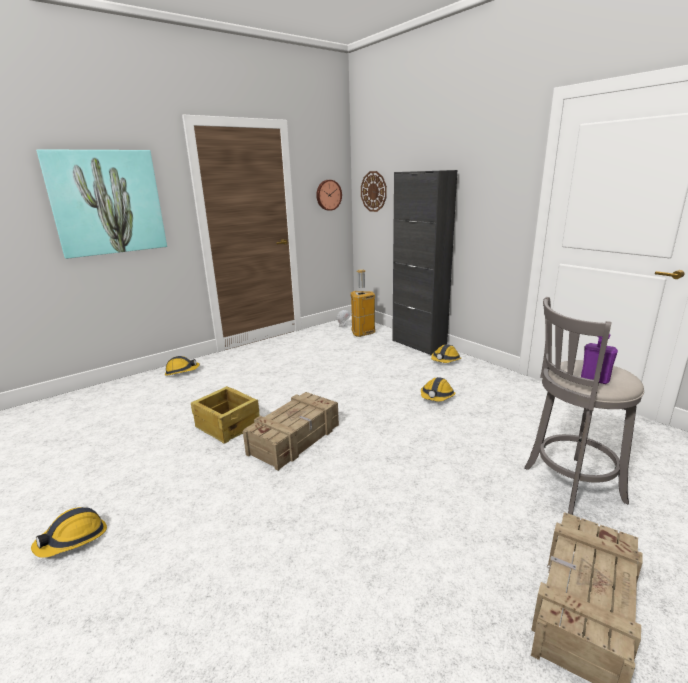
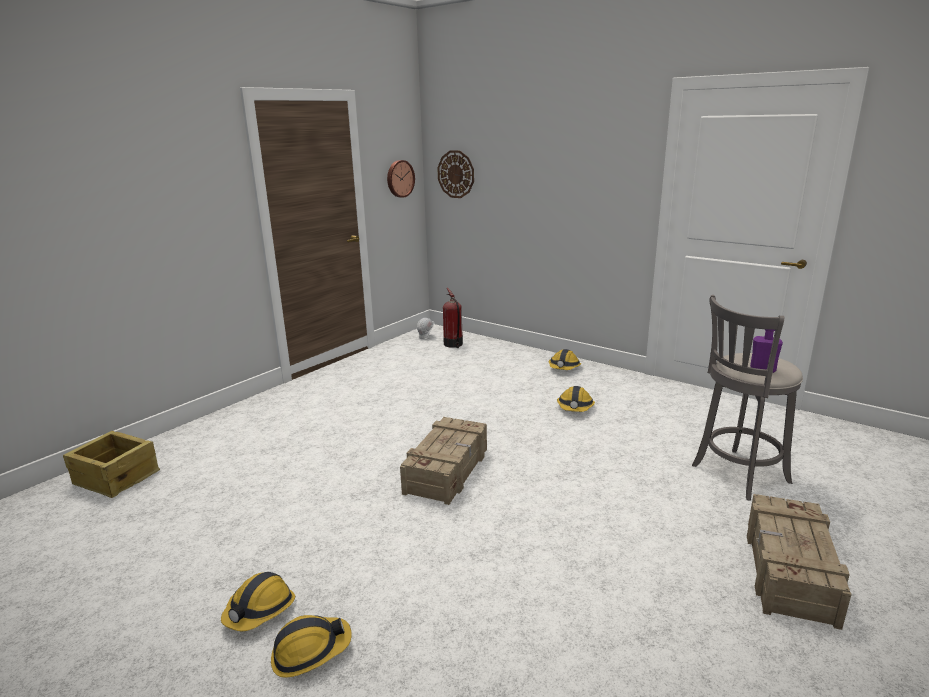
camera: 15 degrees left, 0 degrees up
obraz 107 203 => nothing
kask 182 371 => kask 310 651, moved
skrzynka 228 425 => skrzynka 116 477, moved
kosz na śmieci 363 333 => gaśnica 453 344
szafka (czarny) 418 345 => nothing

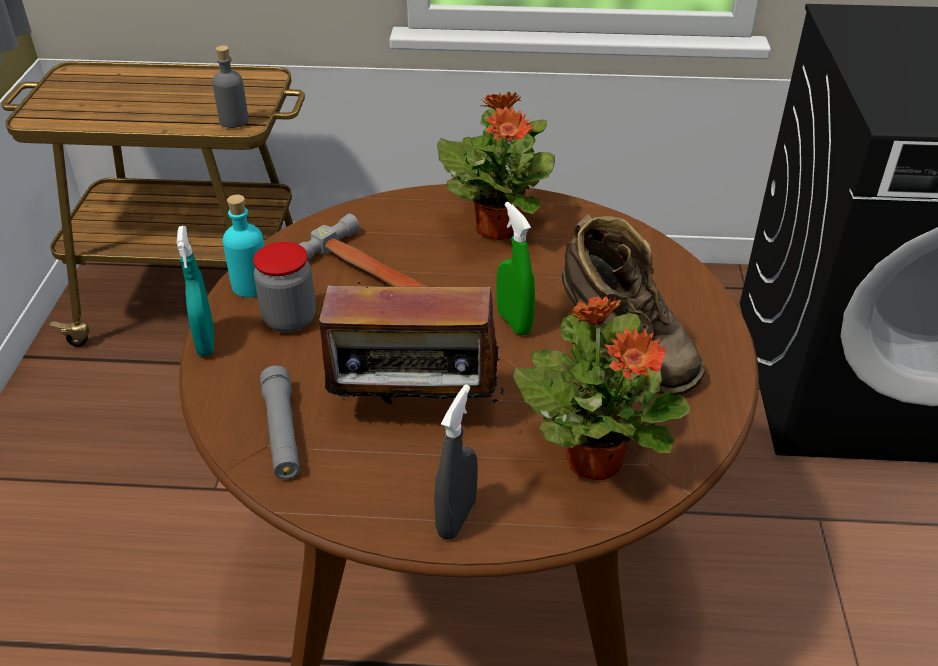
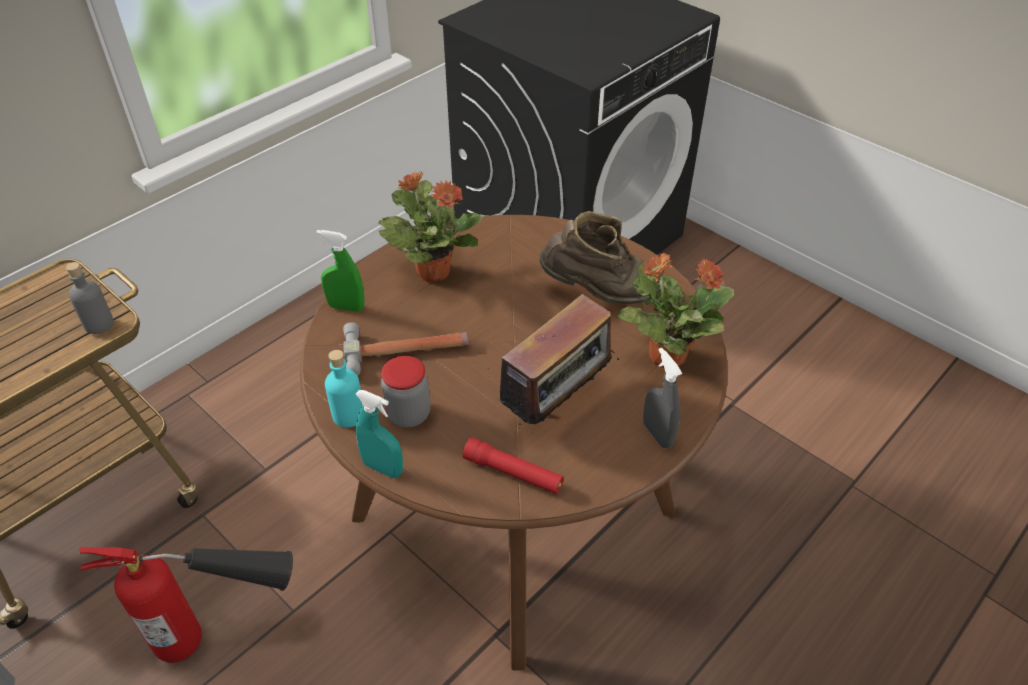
camera: 50 degrees left, 5 degrees up
latarka (szary) 282 432 => latarka (czerwony) 513 473
spryskiwacz (zielony) 514 322 => spryskiwacz (zielony) 346 307, moved
nothing => gaśnica 224 633

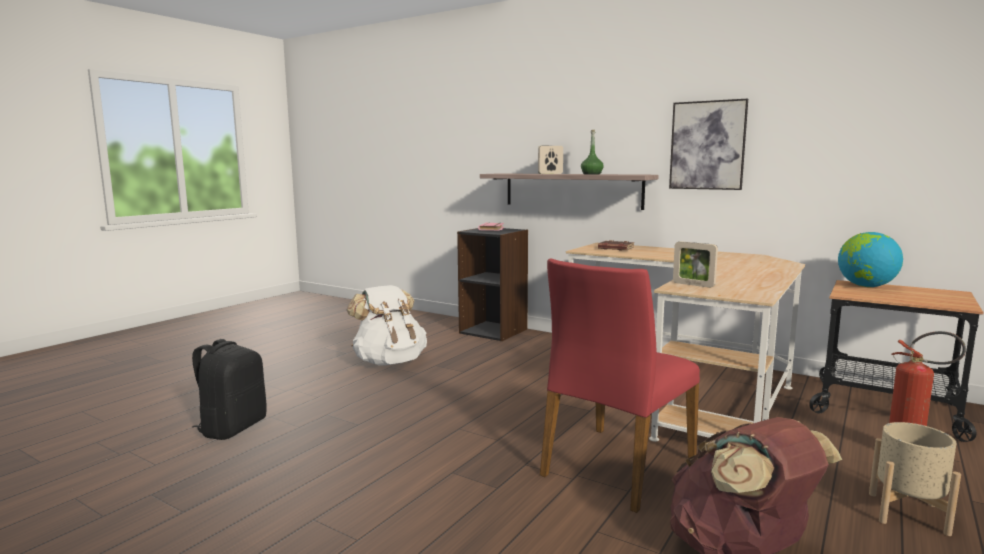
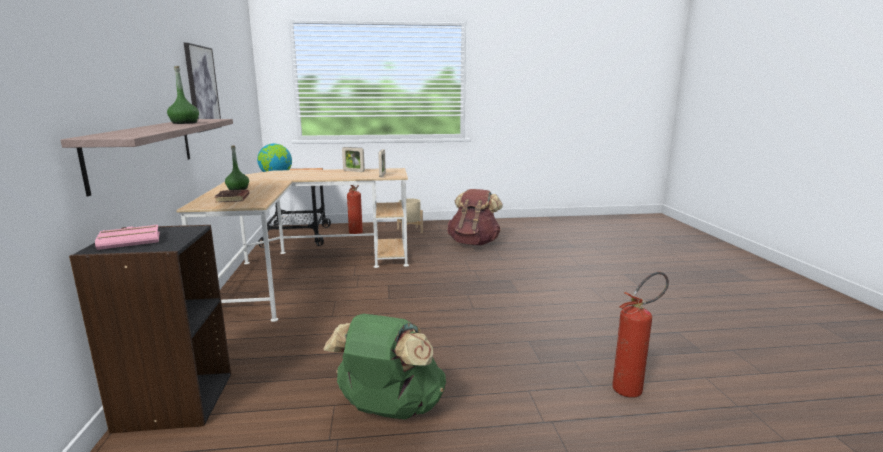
camera: 130 degrees left, 5 degrees up
plecak (czarny) 232 428 => gaśnica 633 388
plecak (biały) 389 362 => plecak (zielony) 389 410
ramka na zdjęcie 550 173 => ramka na zdjęcie 353 171, moved
krzesło (czerwony) 616 467 => nothing
nothing => butelka (zielony) 238 189

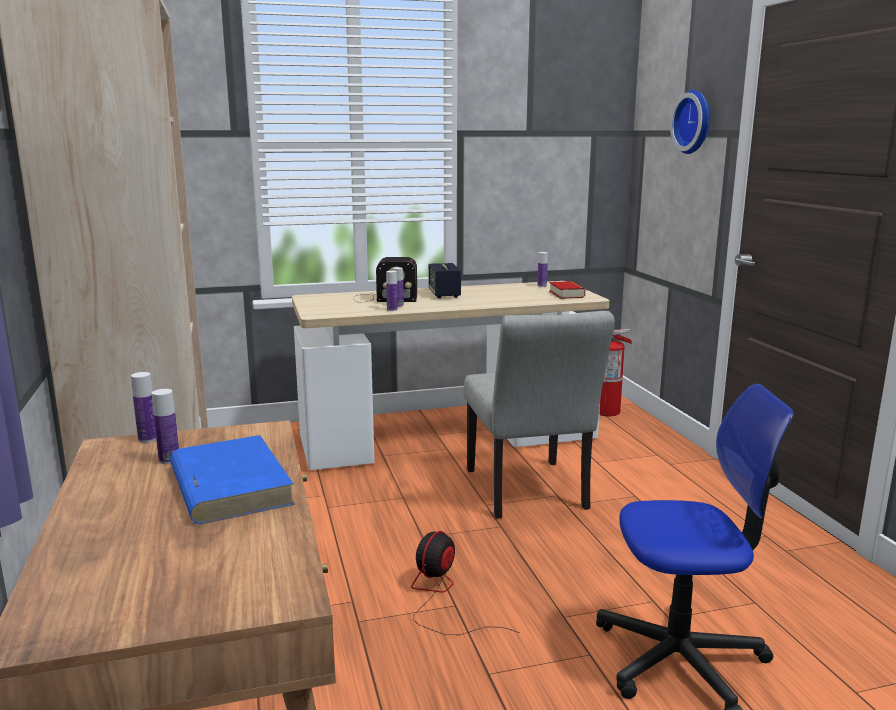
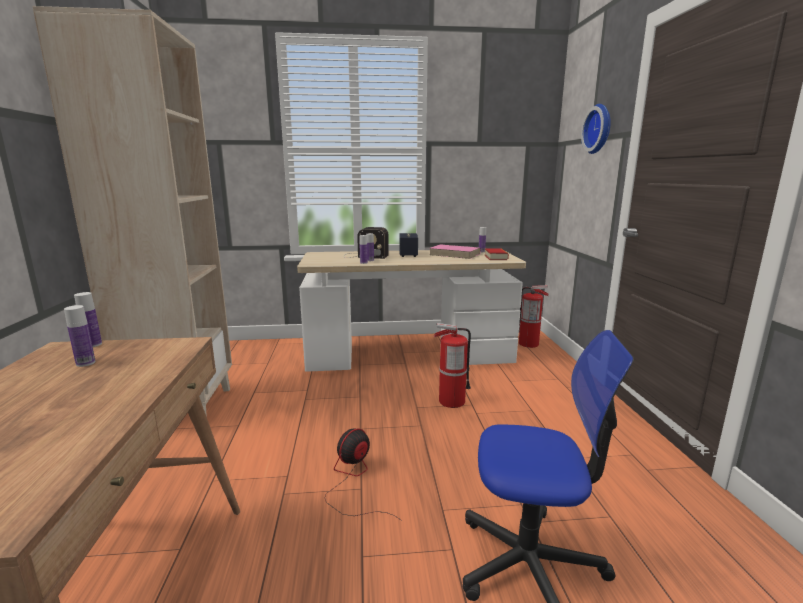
camera: 10 degrees right, 0 degrees up
książka (niebieski) 229 485 => nothing
krzesło (szary) 529 494 => gaśnica 451 401
nothing => książka (różowy) 455 254

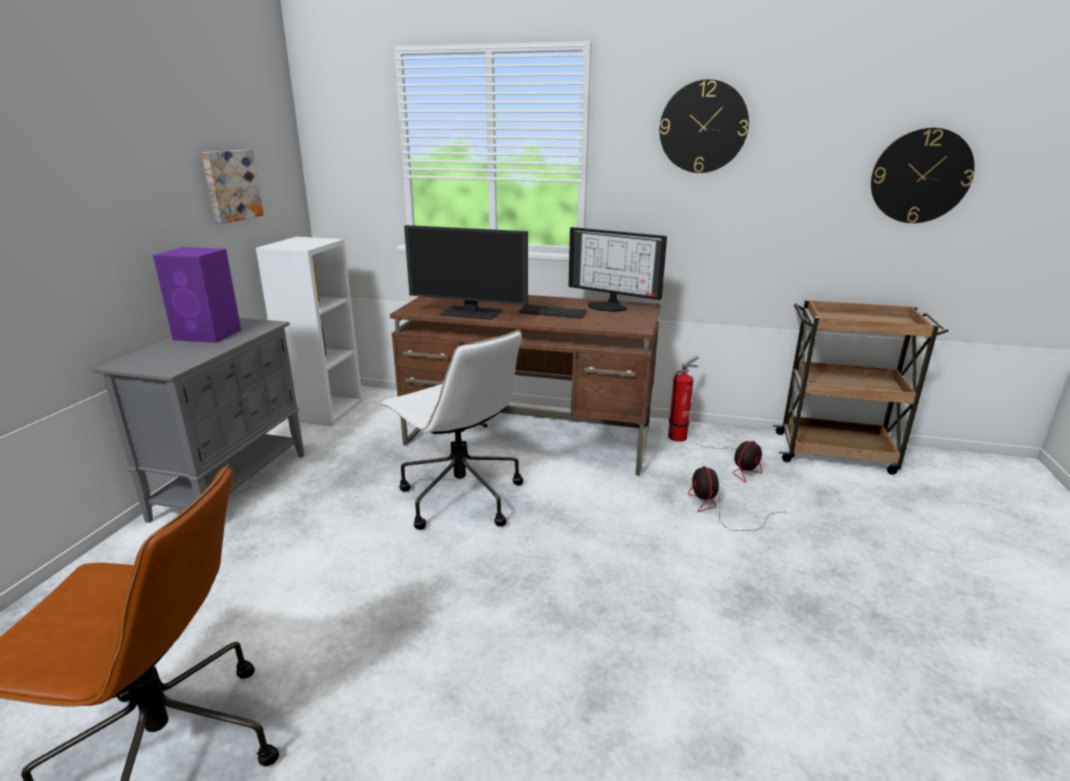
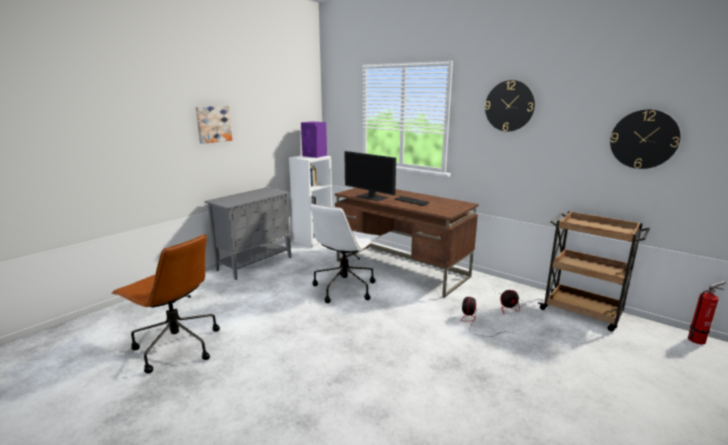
camera: 25 degrees right, 5 degrees down
głośnik (fioletowy) 209 335 => głośnik (fioletowy) 315 155, moved
obraz 231 185 => obraz 213 124, moved
krzesło biurowe (biały) 459 497 => krzesło biurowe (biały) 345 288, 45 degrees clockwise
monitor 609 306 => nothing
gaśnica 679 436 => gaśnica 698 339, moved

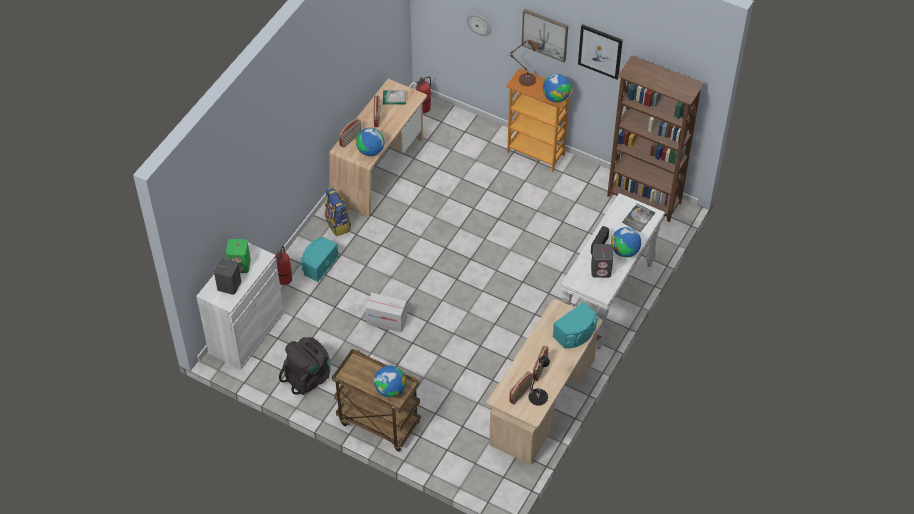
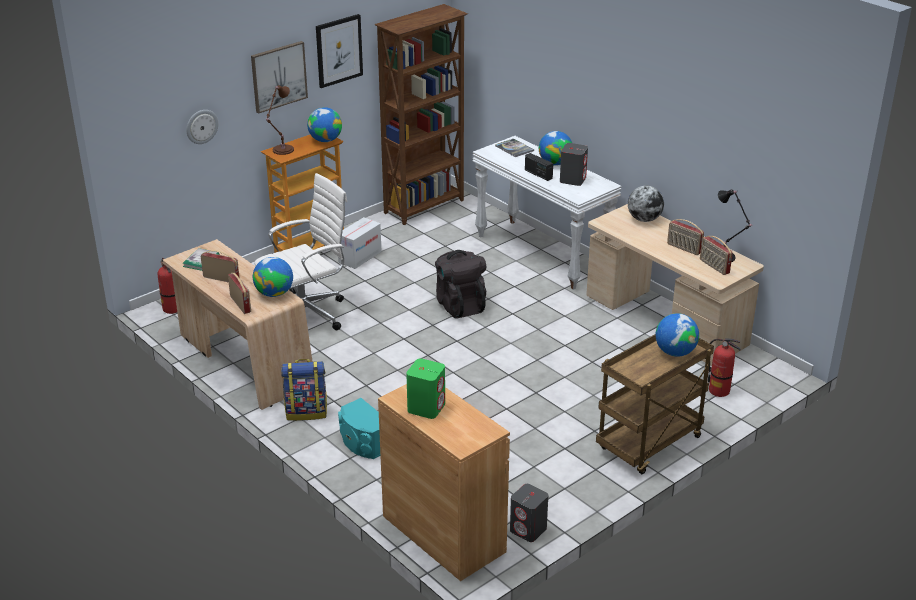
camera: 70 degrees left, 20 degrees down
szafka (biały) 246 333 => szafka (brązowy) 443 534
głośnik (szary) 229 285 => głośnik (szary) 528 530, moved
gaśnica 284 279 => gaśnica 719 391, moved
plecak (czarny) 308 377 => plecak (czarny) 460 305, moved
karton 387 320 => karton 360 257, moved
głośnik (turkusowy) 575 334 => globus 644 219
nothing => krzesło biurowe (biały) 306 314

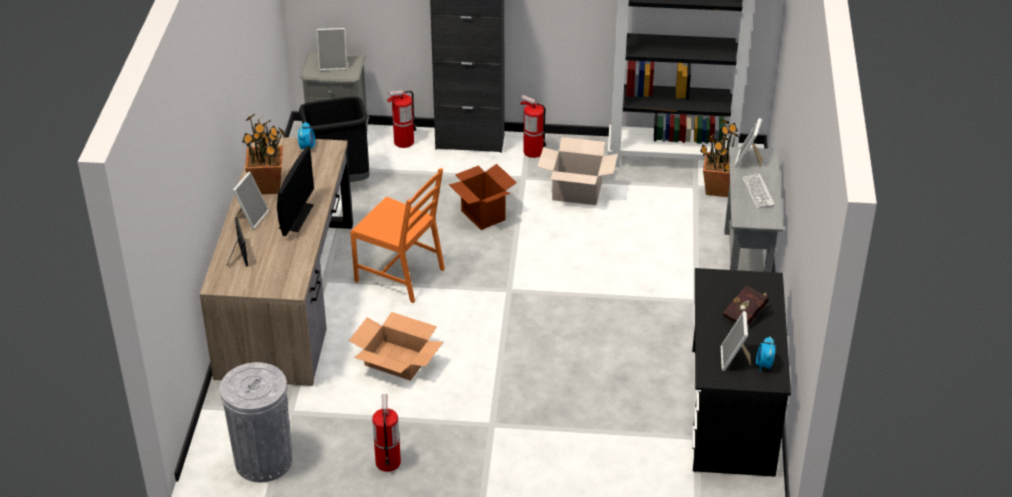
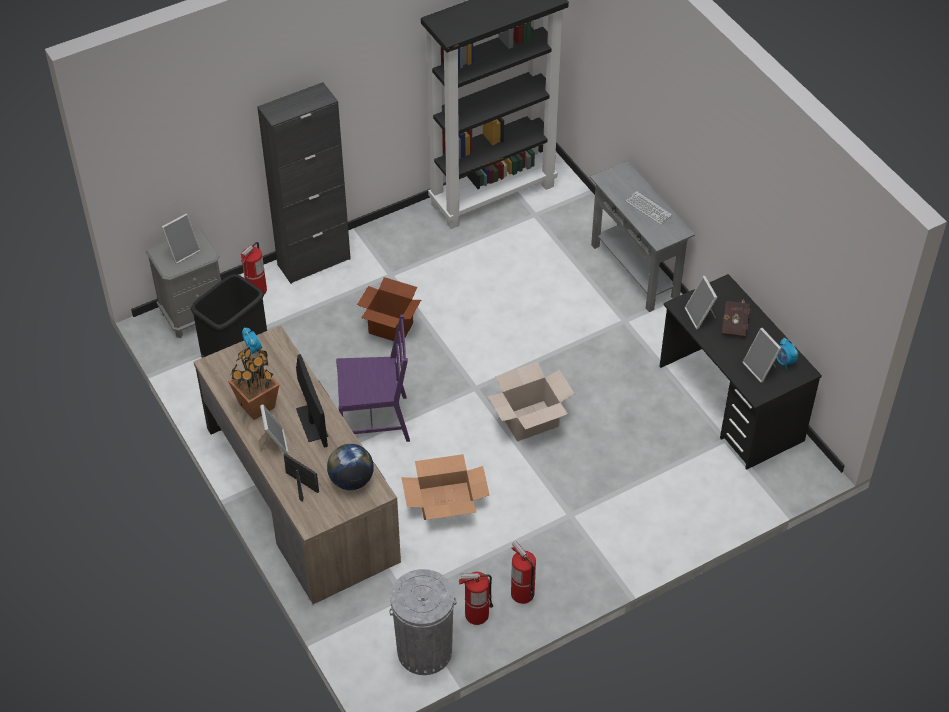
camera: 35 degrees left, 10 degrees up
krzesło (pomarańczowy) 401 274 => krzesło (fioletowy) 375 420
gaśnica 533 151 => gaśnica 476 615, moved
karton 577 192 => karton 530 420, moved
roślina doniczkowa 717 189 => nothing
ramka na zdjęcie 748 161 => ramka na zdjęcie 700 316, moved
nothing => globus 351 480

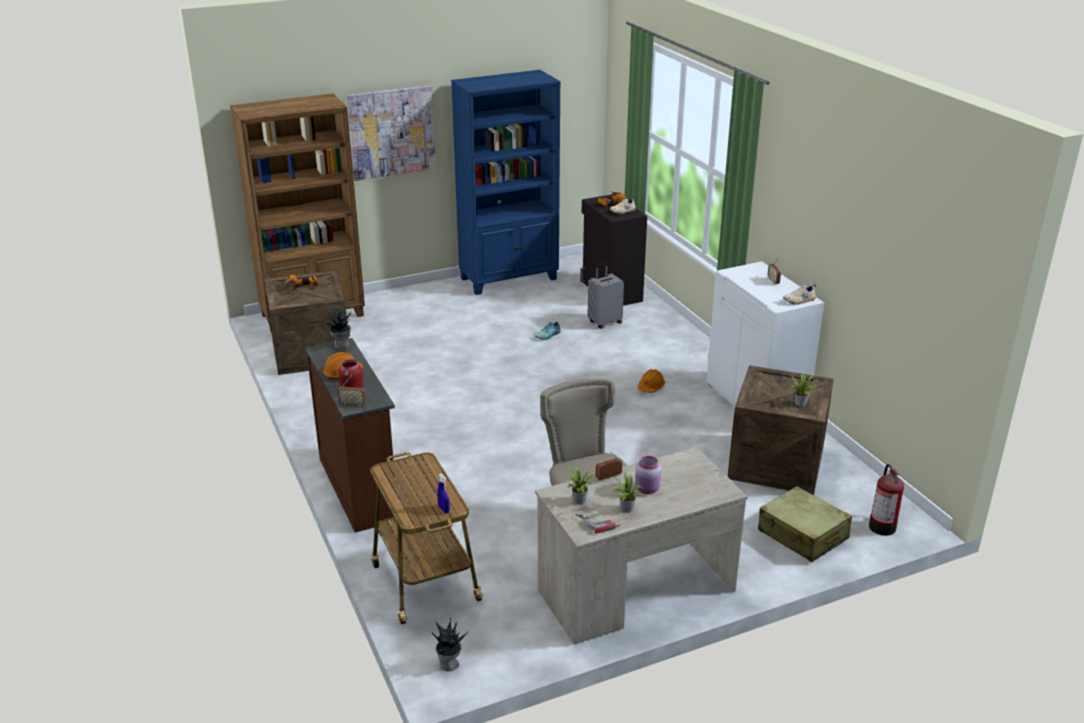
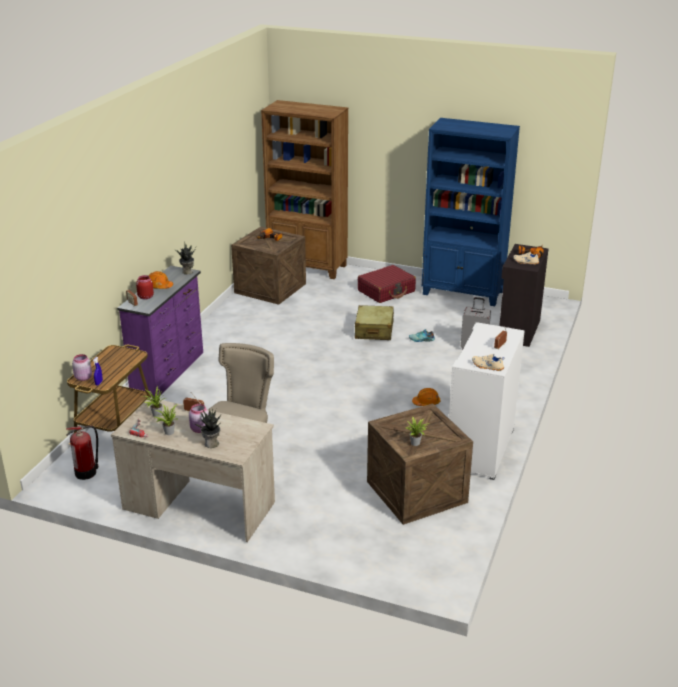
camera: 45 degrees right, 0 degrees up
komoda (brązowy) 359 487 => komoda (fioletowy) 169 372
obraz 391 132 => nothing
roślina doniczkowa 449 665 => roślina doniczkowa 211 444, moved
walizka (beżowy) 802 535 => walizka (beżowy) 374 330, moved
gaśnica 881 526 => gaśnica 87 472, moved
nothing => słoik (różowy) 83 377
nothing => walizka (czerwony) 386 291

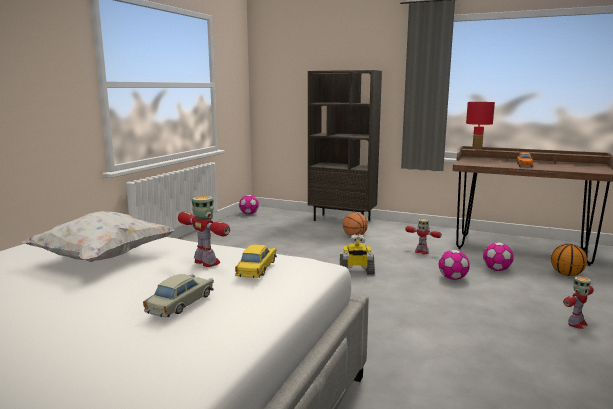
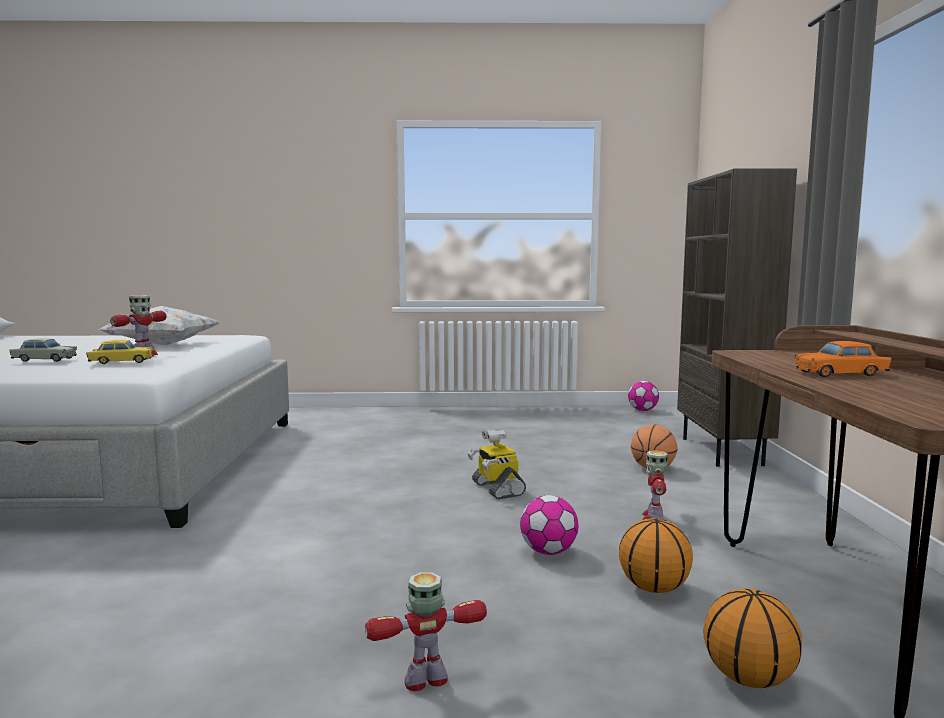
camera: 65 degrees right, 5 degrees down
lampa stołowa (czerwony) 477 149 => nothing
piłka futbolowa 496 270 => piłka do koszykówki 653 588
robot zabawkowy 576 324 => robot zabawkowy 426 680, 135 degrees clockwise

